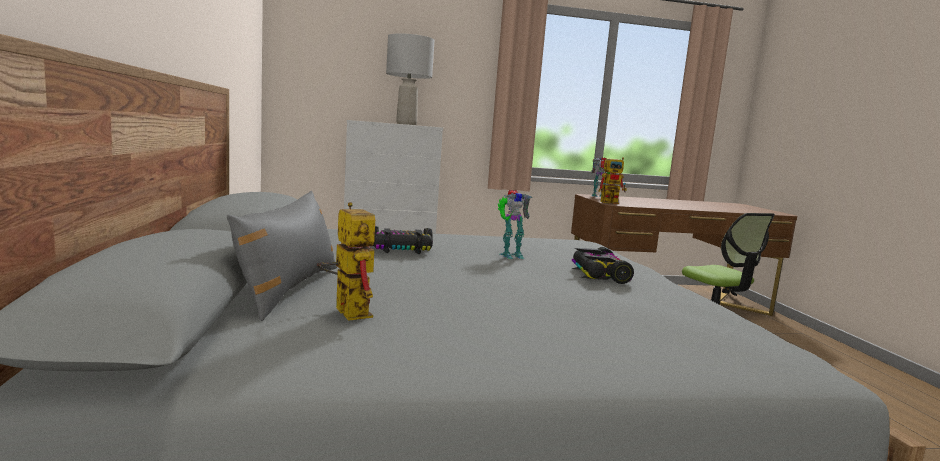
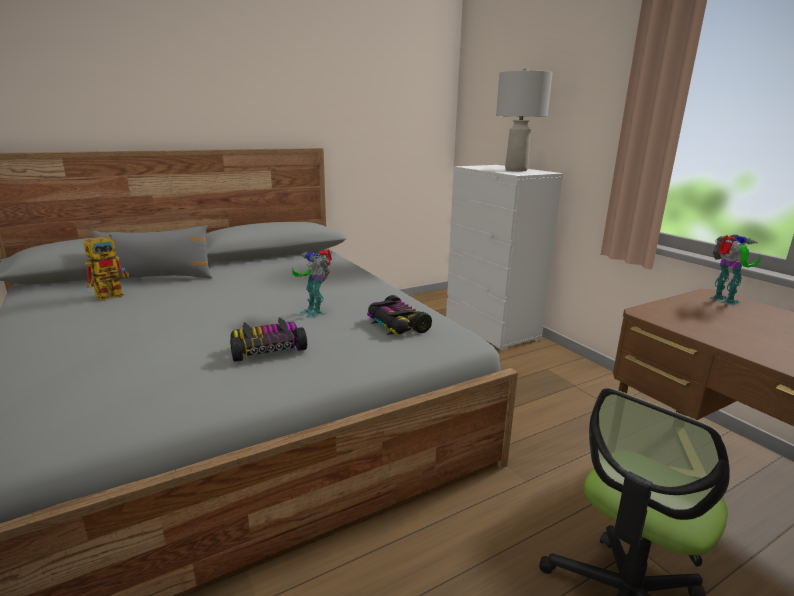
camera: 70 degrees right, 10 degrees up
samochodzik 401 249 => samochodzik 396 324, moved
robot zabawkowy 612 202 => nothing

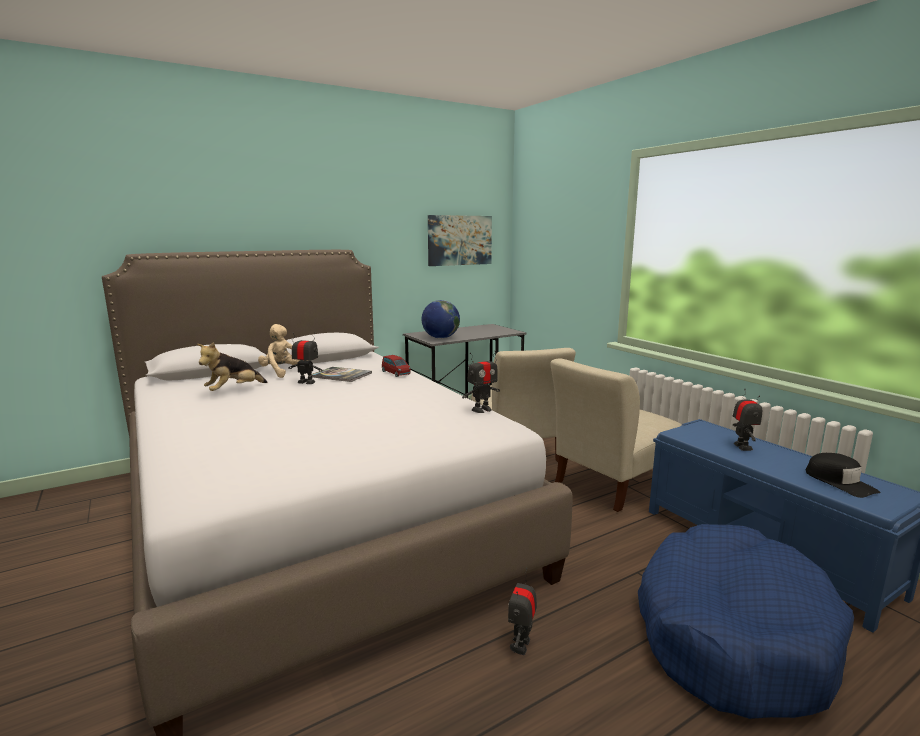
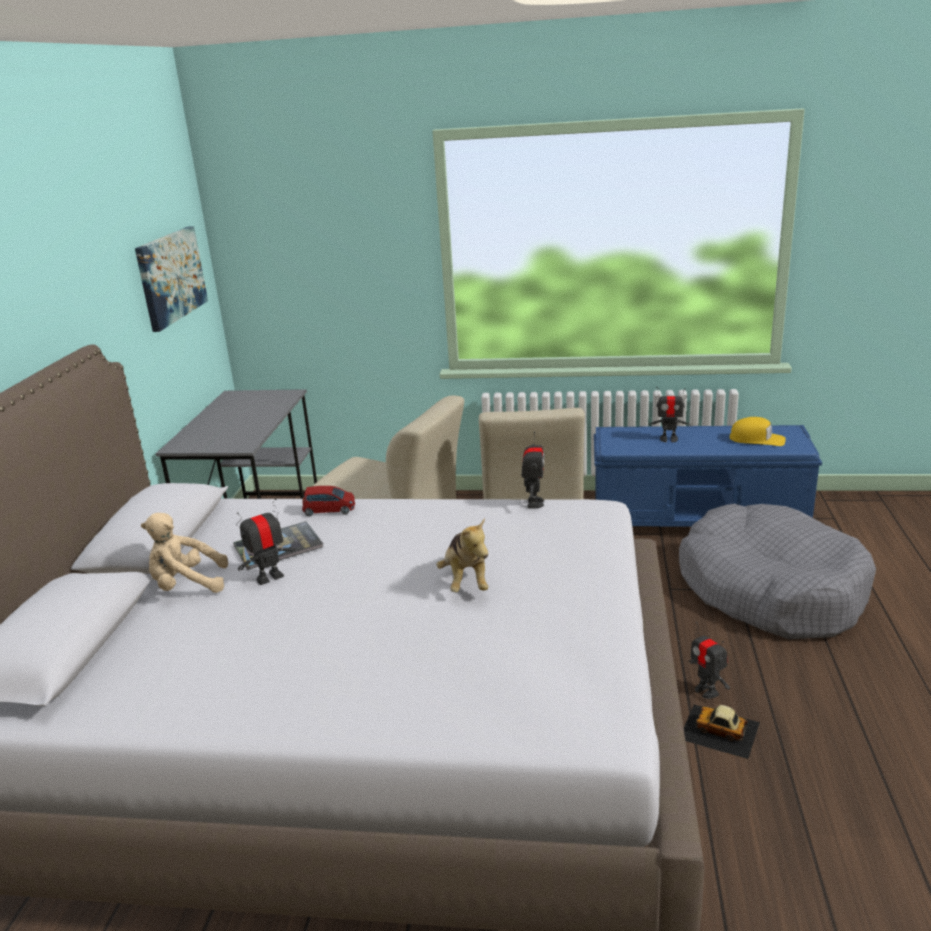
camera: 50 degrees left, 10 degrees up
pluszak 233 391 => pluszak 466 581, moved
globus 440 338 => nothing
legowisko (niebieski) 731 634 => legowisko (szary) 771 590
robot zabawkowy 742 447 => robot zabawkowy 669 439, 150 degrees clockwise
czapka z daszkiem (czarny) 839 482 => czapka z daszkiem (żółty) 757 439
nothing => samochodzik 720 731

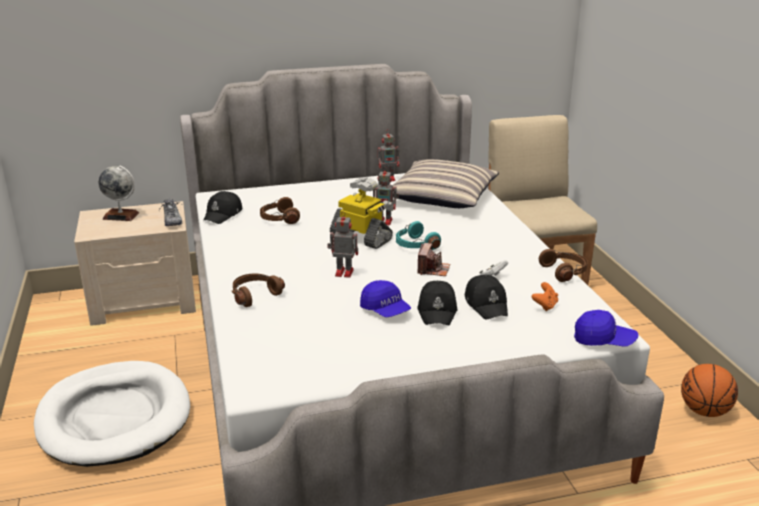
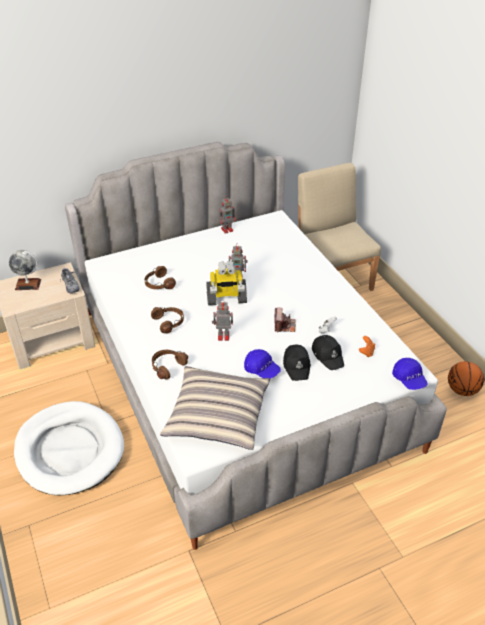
camera: 10 degrees left, 15 degrees up
czapka z daszkiem (czarny) 223 214 => nothing
robot zabawkowy 362 238 => robot zabawkowy 226 298, 150 degrees clockwise
poduszka 442 196 => poduszka 217 415, moved
słuchawki (turkusowy) 415 245 => nothing
słuchawki (brązowy) 564 272 => słuchawki (brązowy) 169 322, moved
czapka z daszkiem (niebieski) 604 340 => czapka z daszkiem (niebieski) 409 379, 60 degrees clockwise

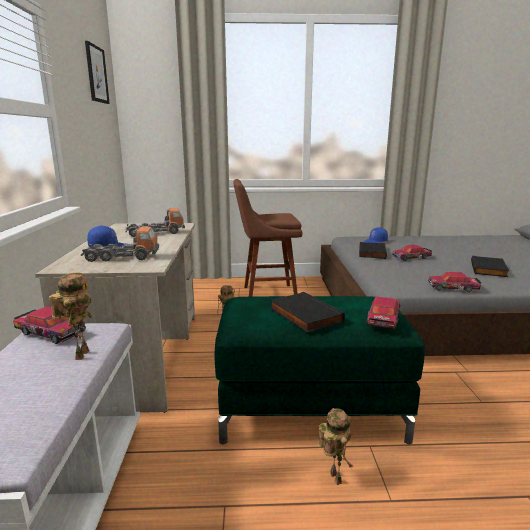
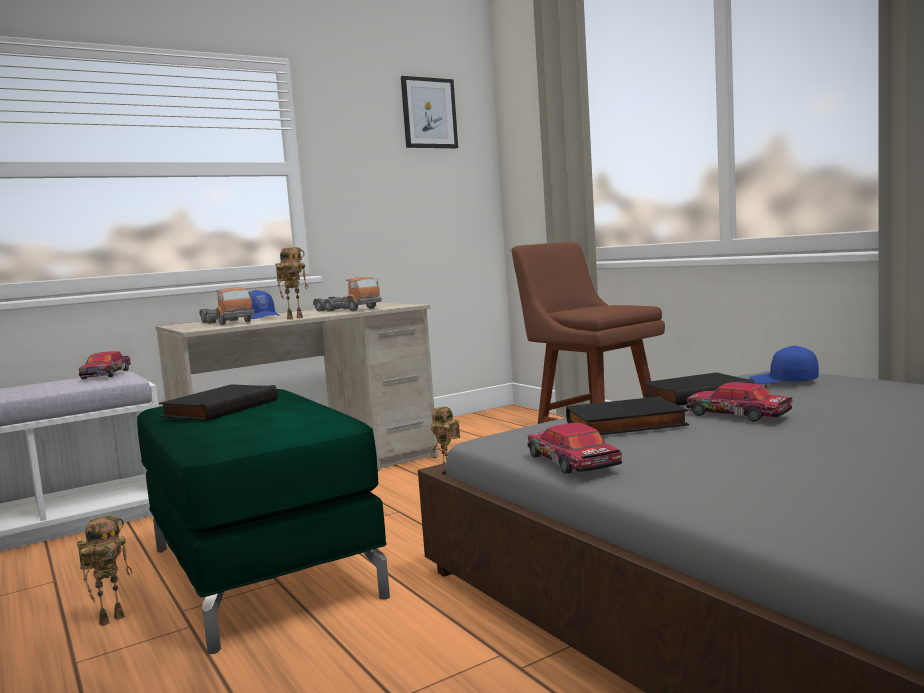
camera: 60 degrees right, 10 degrees down
robot zabawkowy 80 354 => robot zabawkowy 295 318, moved
samochodzik 383 319 => nothing
książka (czarny) 489 269 => książka (czarny) 626 424, moved

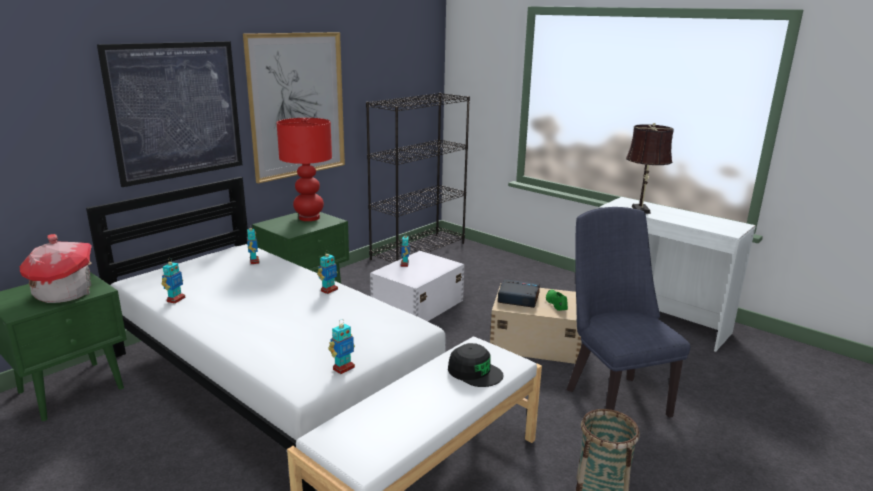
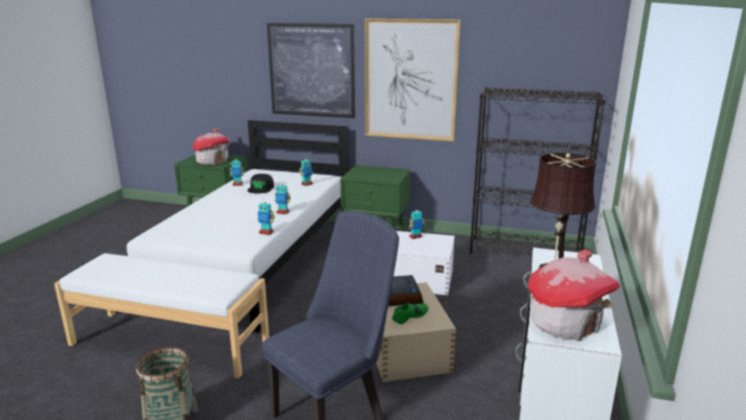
camera: 65 degrees right, 0 degrees up
lampa stołowa (czerwony) 309 218 => nothing
robot zabawkowy 343 368 => robot zabawkowy 266 232, moved
czapka z daszkiem (czarny) 474 372 => czapka z daszkiem (czarny) 261 188, moved
nothing => domek 565 323

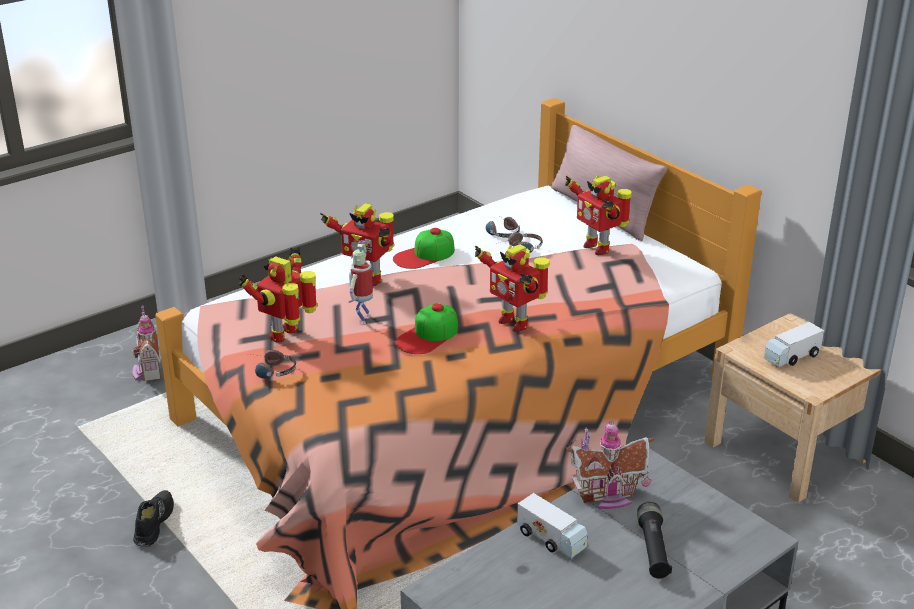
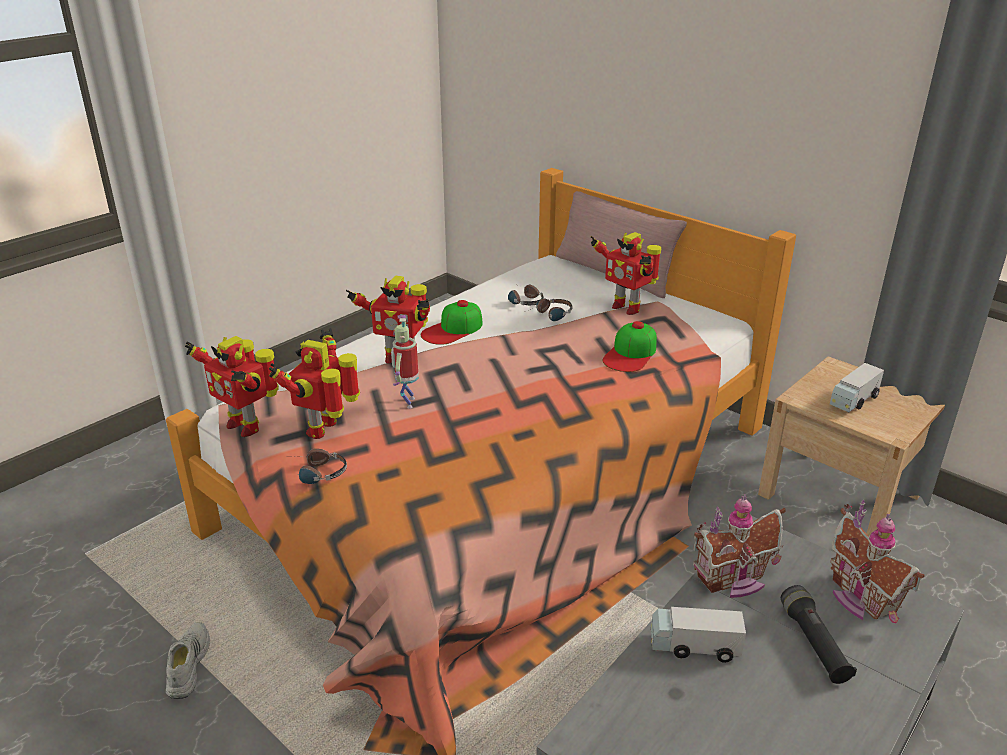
camera: 10 degrees left, 0 degrees up
domek 147 370 => domek 860 599, moved
but (czarny) 153 523 => but (biały) 187 665
czapka z daszkiem 428 335 => czapka z daszkiem 630 354, moved
robot zabawkowy 514 322 => robot zabawkowy 245 425, moved
ciężarówka zabawkowa 551 539 => ciężarówka zabawkowa 694 646, 150 degrees clockwise

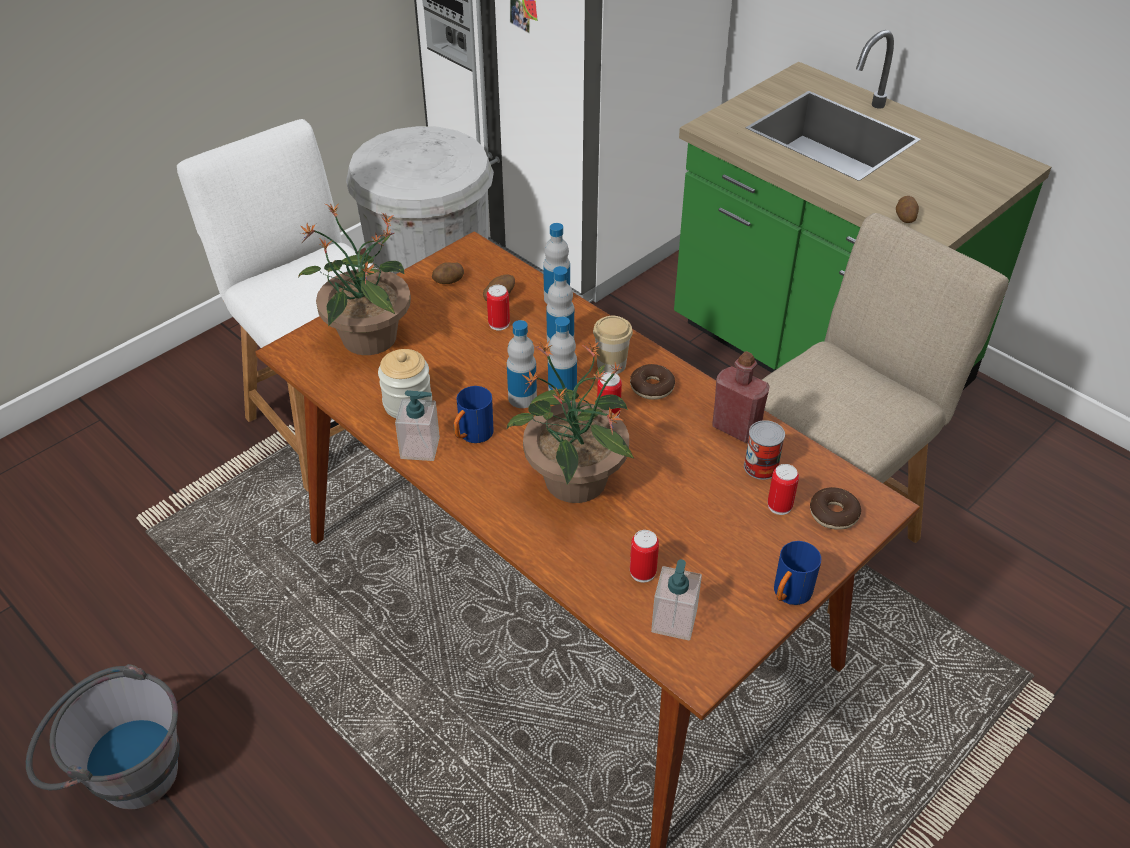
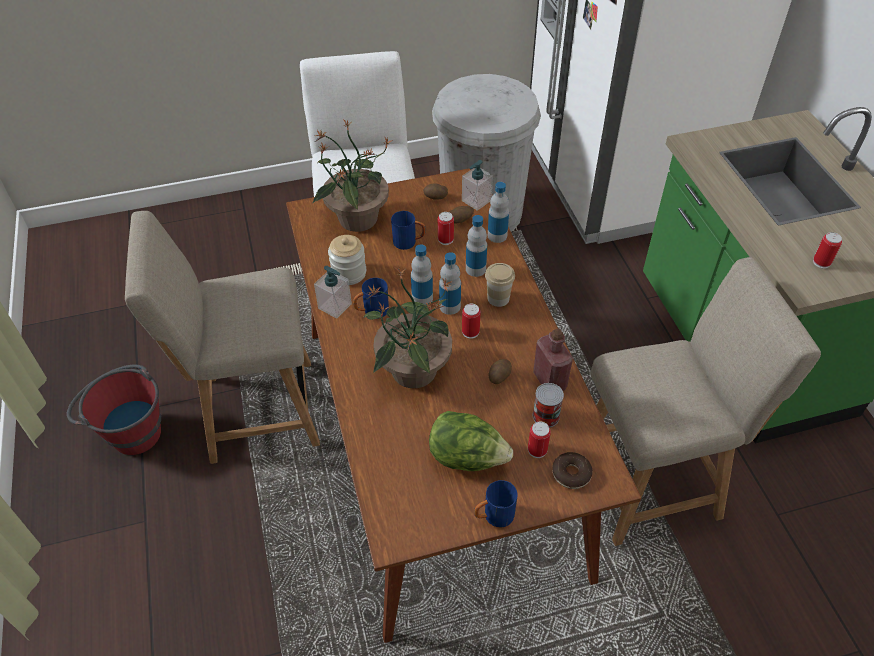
camera: 30 degrees right, 5 degrees up
wiadro (szary) 123 772 => wiadro (czerwony) 129 429
donut 652 387 => nothing
puszka 642 572 => puszka 821 262, moved
dozownik mydła 674 621 => dozownik mydła 476 201, moved
ziemniak 905 217 => ziemniak 499 376, moved
nothing => krzesło (beżowy) 255 411
nothing => kubek (niebieski) 409 242
nothing => sałata 467 457

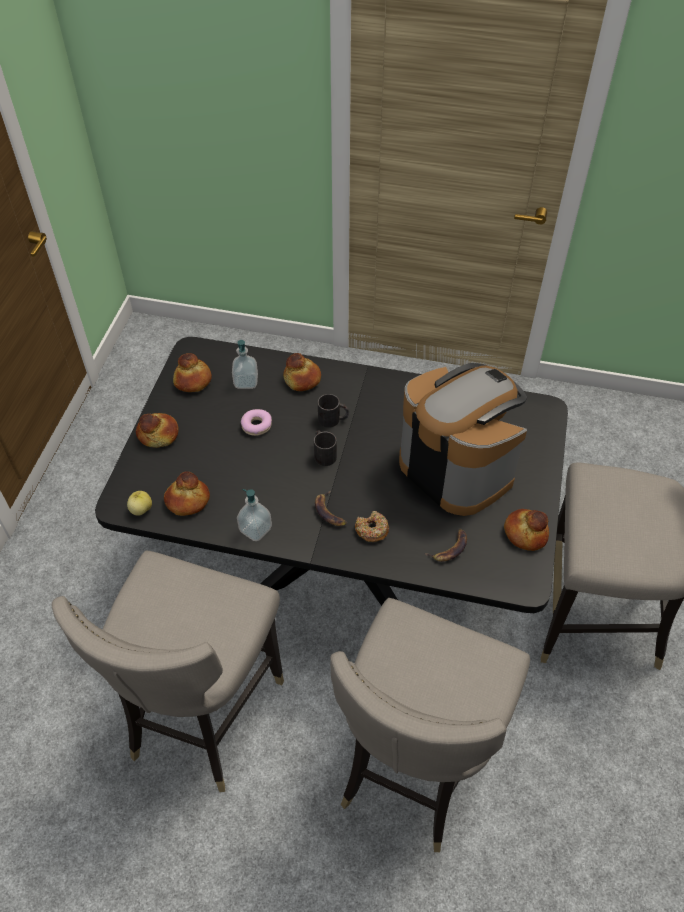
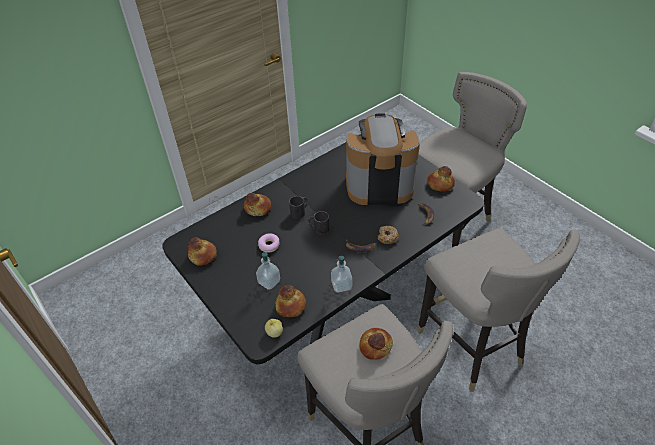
camera: 50 degrees left, 5 degrees down
chleb 158 435 => chleb 375 346, moved
dozownik mydła 246 382 => dozownik mydła 269 282, moved

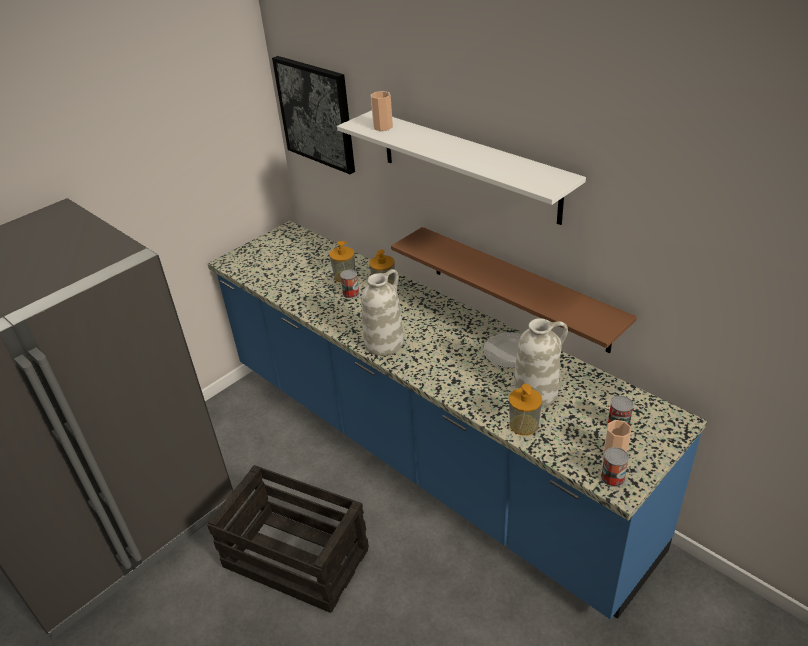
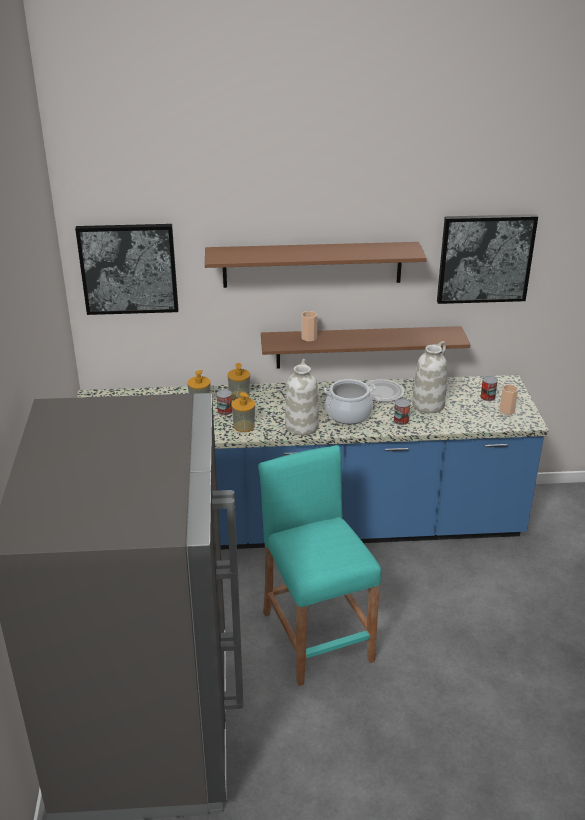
camera: 50 degrees left, 5 degrees down
skrzynka 297 558 => stołek (turkusowy) 317 636
półka (biały) 467 165 => półka (brązowy) 312 264
filiżanka 383 127 => filiżanka 309 338, moved
dozownik mydła 524 425 => dozownik mydła 244 426, moved
puszka 612 477 => puszka 401 420, moved
nothing => garnek 348 414
nothing => obraz 485 258

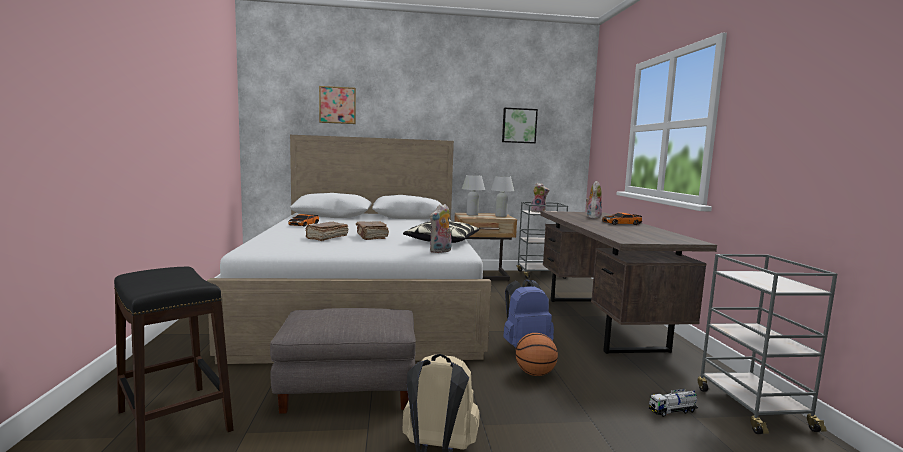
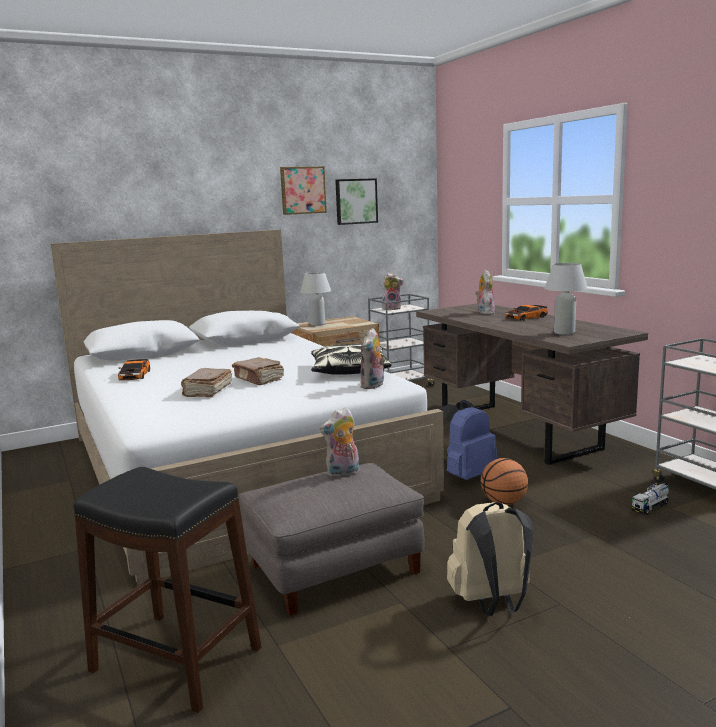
camera: 20 degrees left, 5 degrees up
obraz 337 105 => obraz 302 190, moved
lampa stołowa (biały) 501 216 => lampa stołowa (biały) 564 333, moved
nothing => pluszak 343 474

